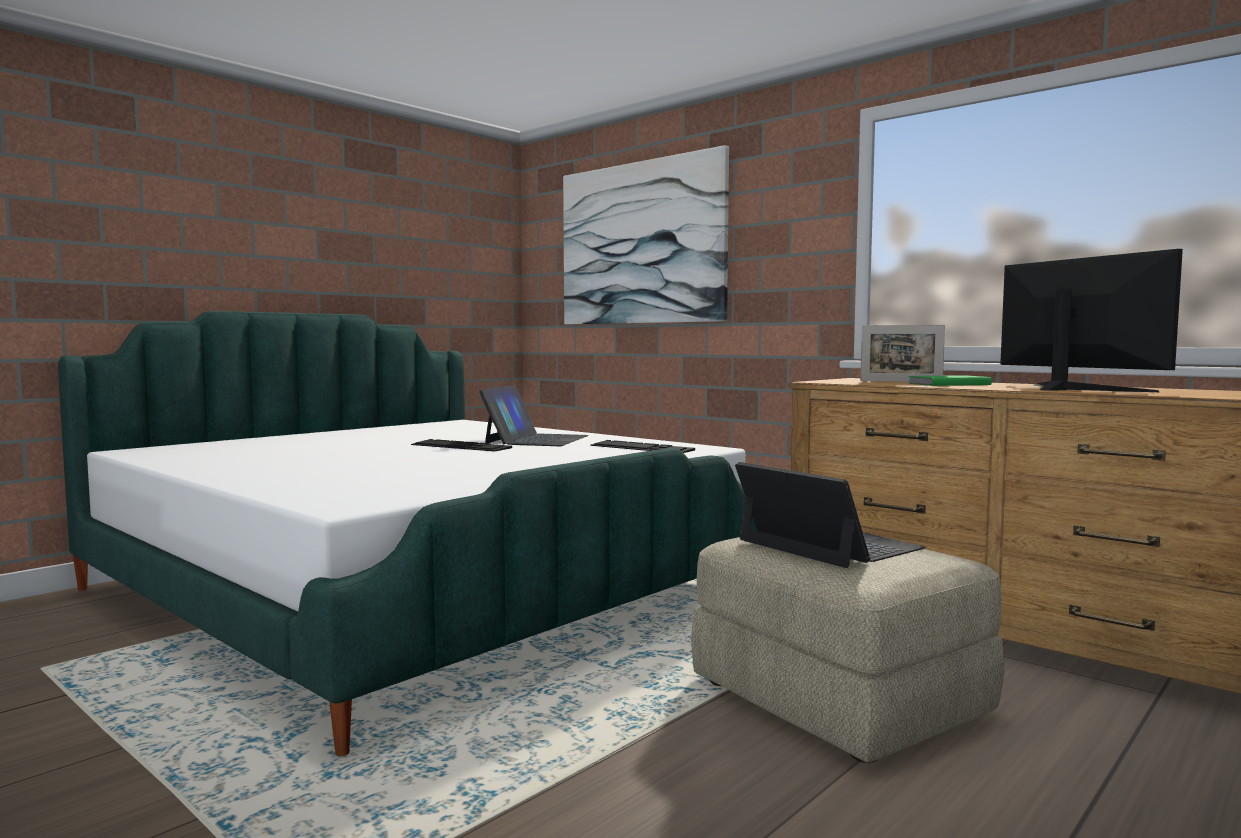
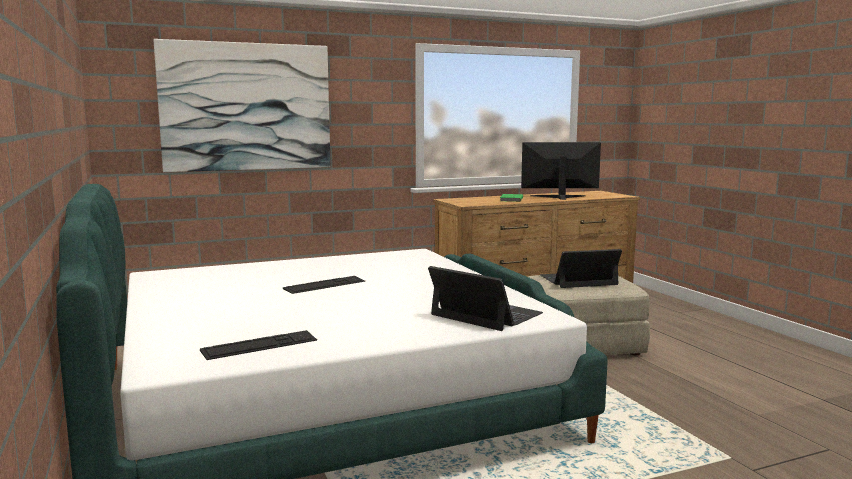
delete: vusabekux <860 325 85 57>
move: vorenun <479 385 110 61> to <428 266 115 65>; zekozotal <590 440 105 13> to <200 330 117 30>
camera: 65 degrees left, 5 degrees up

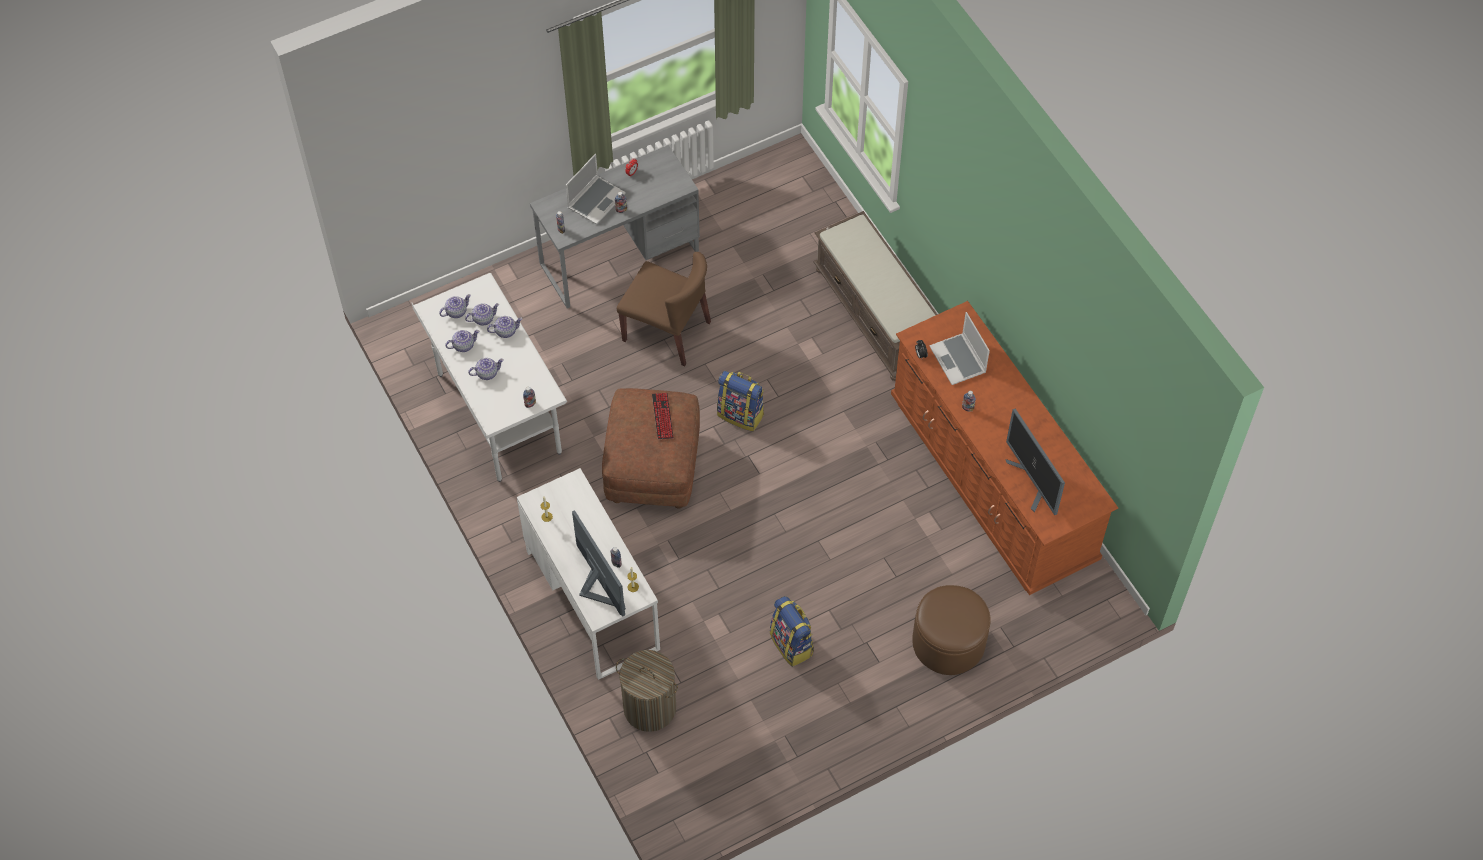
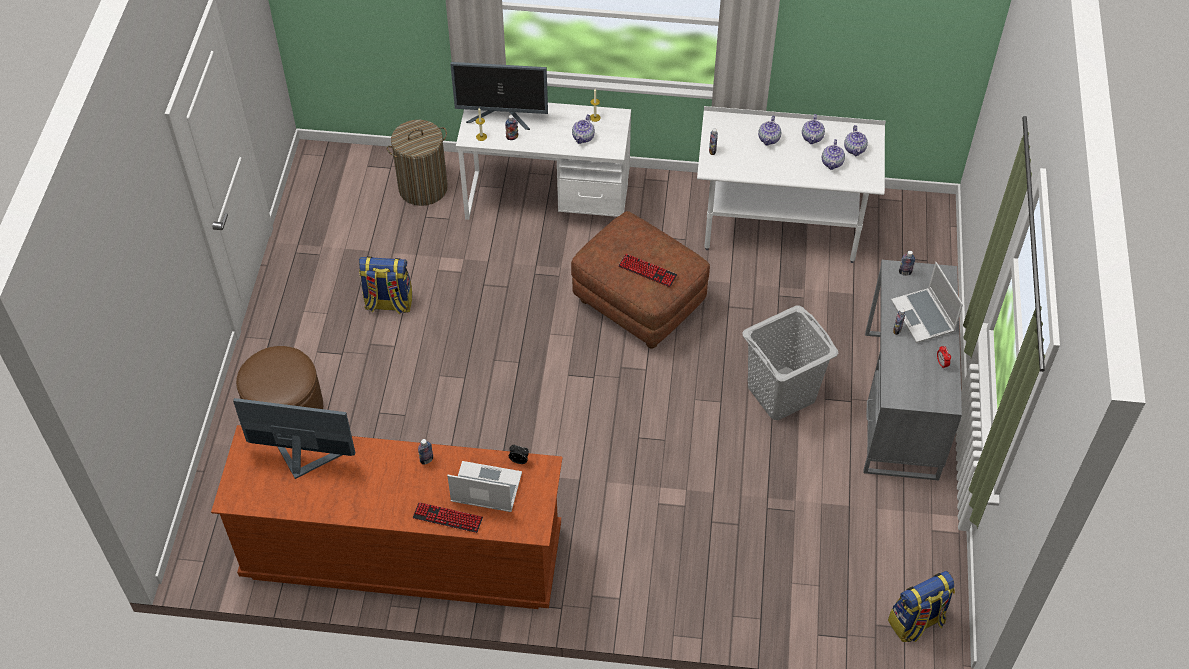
delete: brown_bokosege <813 211 125 170>
insert: zekozotal <412 502 71 31>
move: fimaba <487 316 35 22> to <572 114 23 30>; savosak <717 371 47 60> to <888 571 67 71>
replace: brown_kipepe <617 252 94 114> to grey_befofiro <742 306 97 114>
camera: 125 degrees right, 5 degrees down

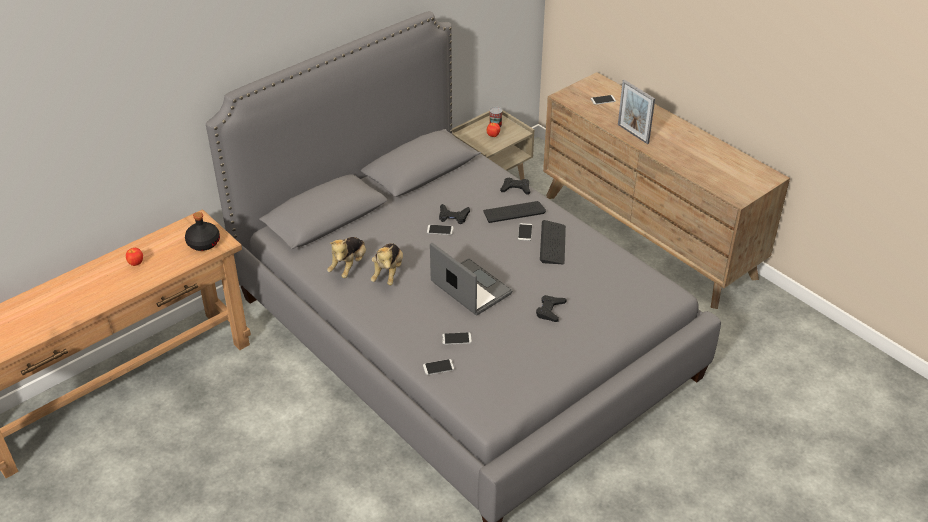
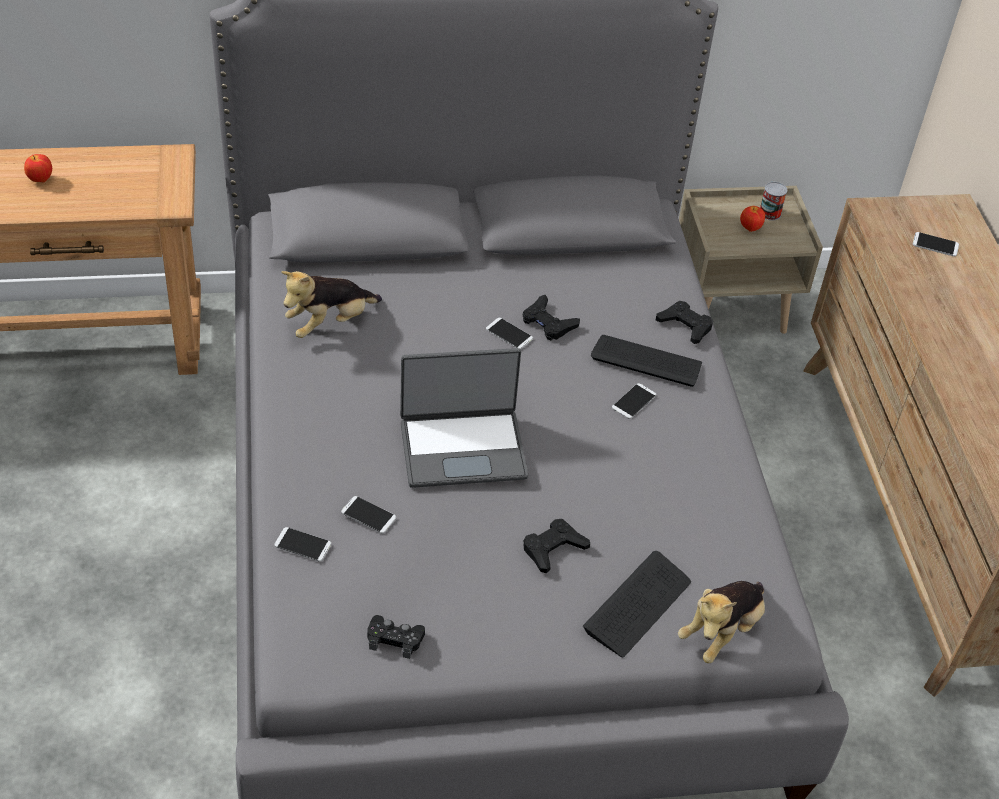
delete: vusabekux <618 80 37 64>; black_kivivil <185 212 35 39>
insert: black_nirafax <367 615 58 44>
move: zekozotal <540 220 26 44> to <583 551 108 106>; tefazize <371 243 32 42> to <678 581 87 82>
rotate: vorenun <430 243 82 73> = <400 348 128 140> 90 degrees clockwise
camera: 30 degrees right, 5 degrees up

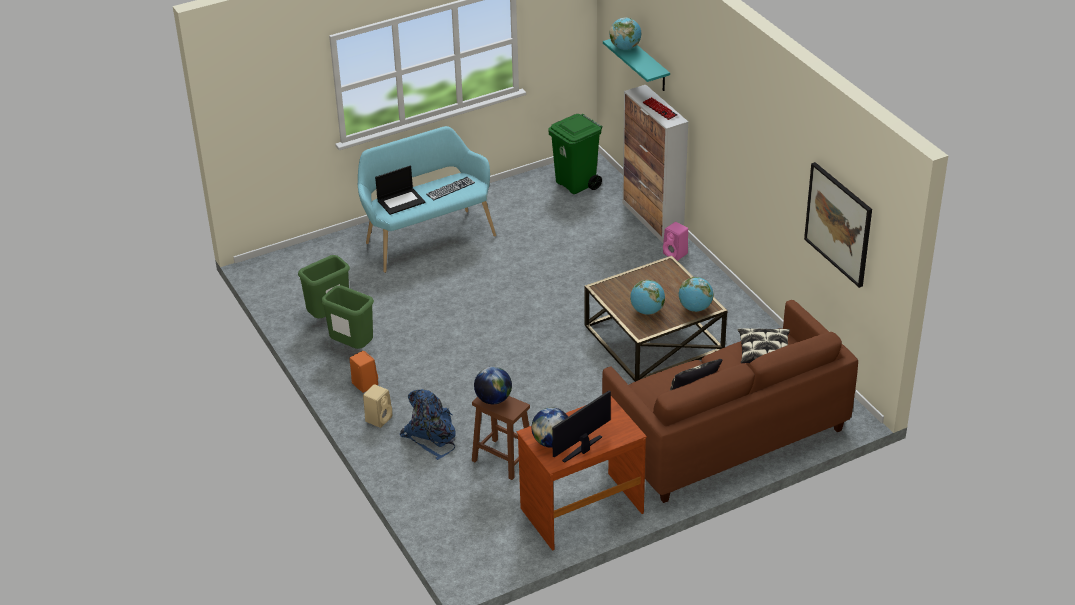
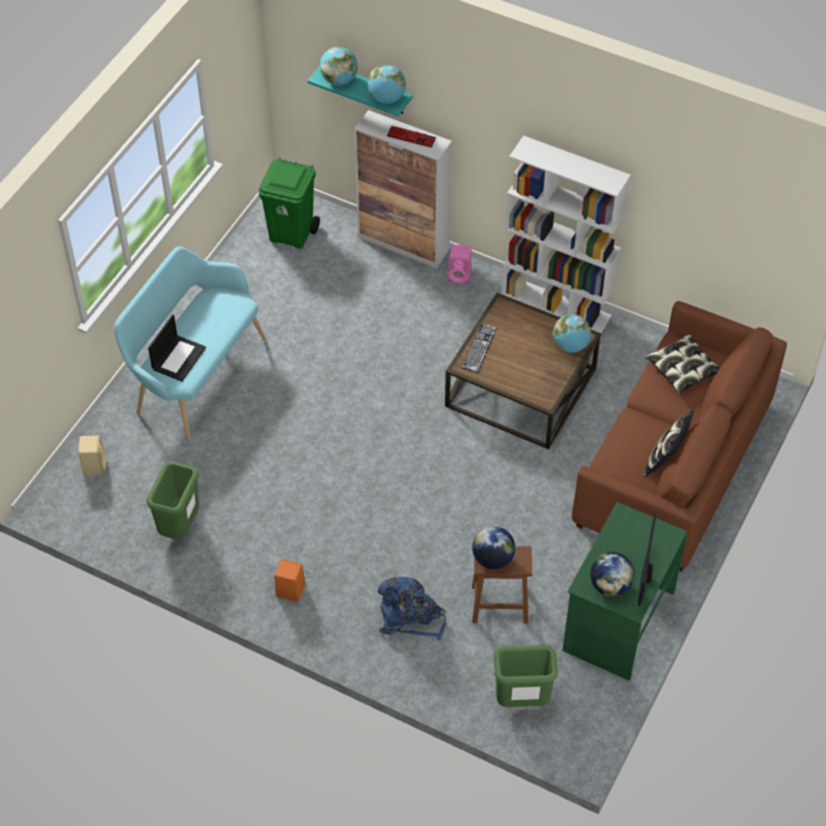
delete: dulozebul <804 162 68 126>
insert: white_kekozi <501 136 130 197>
move: zekozotal <426 177 49 23> to <462 324 35 48>; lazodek <630 280 35 35> to <367 65 39 39>; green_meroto <321 285 53 64> to <493 645 65 62>; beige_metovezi <363 384 29 44> to <78 436 28 40>
recolor: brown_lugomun <516 396 131 155> to green_lugomun <562 502 125 179>
camera: 35 degrees left, 15 degrees up

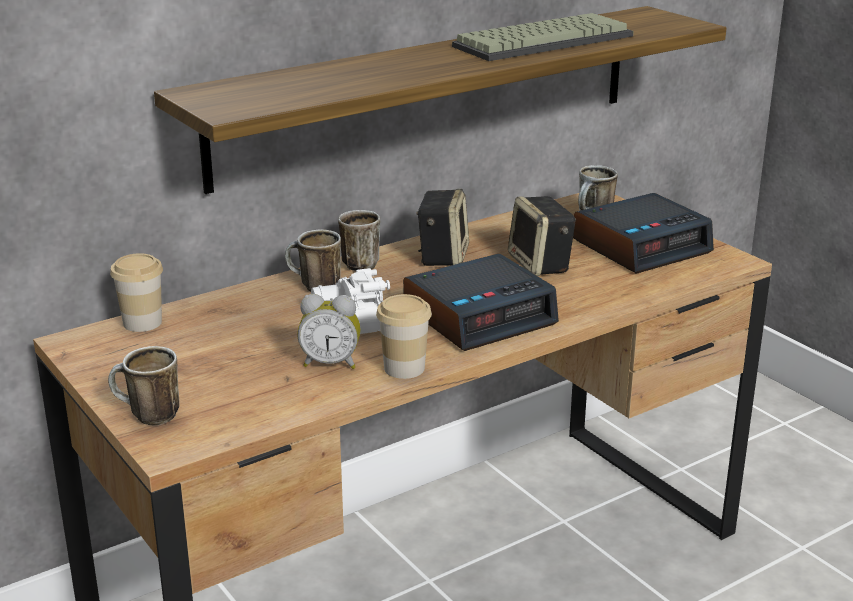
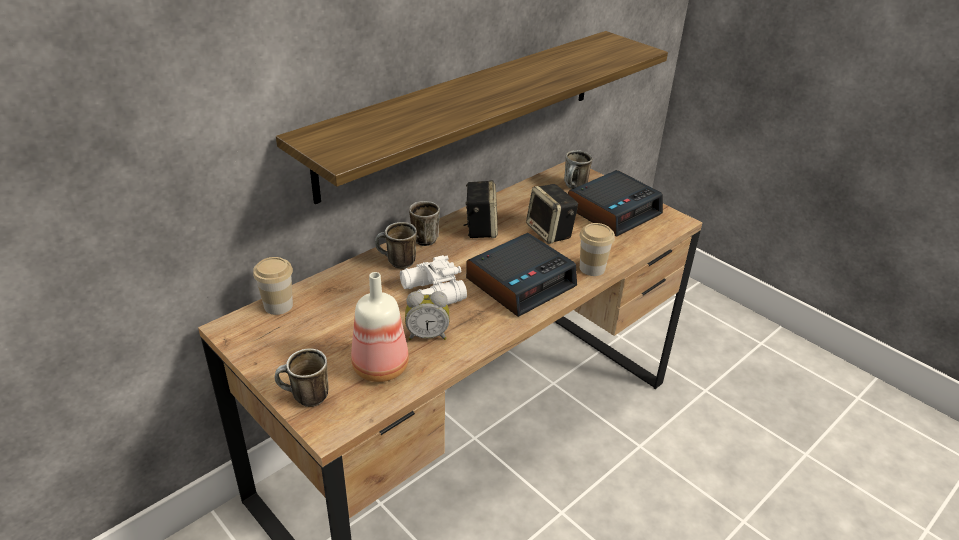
delete: zekozotal <452 13 182 48>
insert: kivivil <351 272 58 110>
move: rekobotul <376 294 56 85> to <579 223 36 53>
camera: 10 degrees left, 10 degrees up

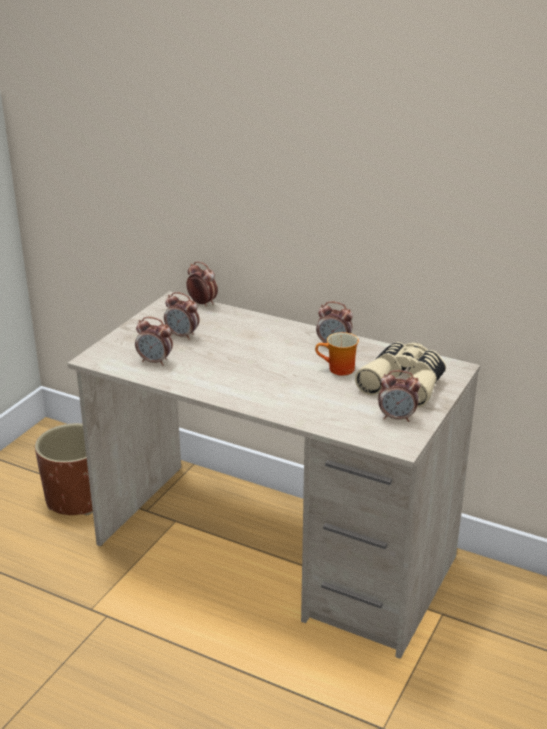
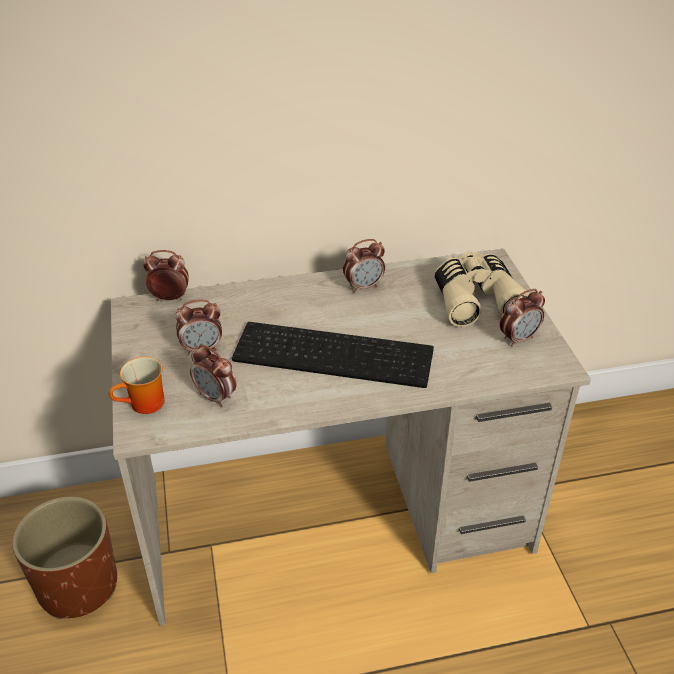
insert: zekozotal <232 322 202 66>
move: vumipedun <315 332 44 44> to <109 357 56 57>
rotate: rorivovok <135 317 38 49> = <190 344 46 63> 60 degrees clockwise
camera: 40 degrees left, 10 degrees up

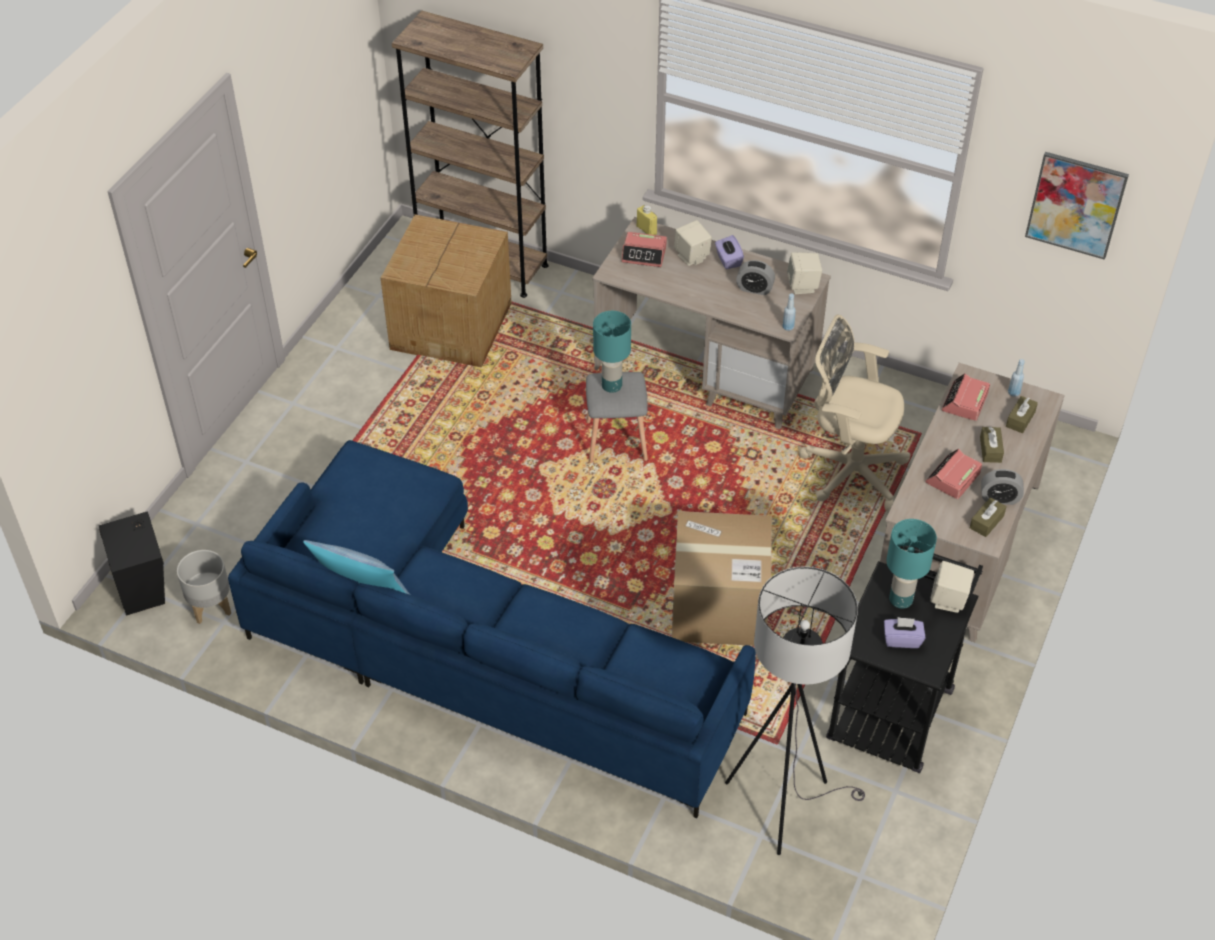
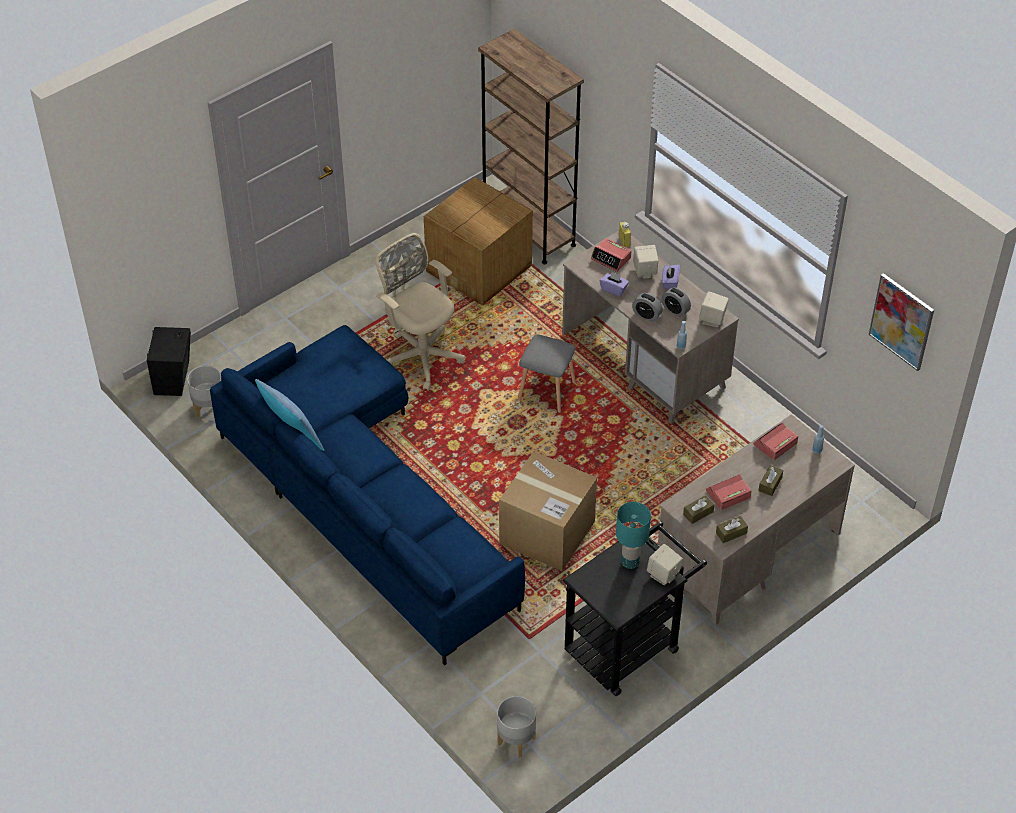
delete: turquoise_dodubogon <593 311 38 82>; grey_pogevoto <725 566 140 289>
insert: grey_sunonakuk <497 696 39 62>
move: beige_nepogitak <798 315 112 196> to <375 233 90 158>; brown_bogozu <1006 396 32 37> to <683 495 31 29>; rorivovok <981 469 43 36> to <632 293 31 29>; purple_bogozu <884 617 41 31> to <600 271 29 26>
camera: 25 degrees right, 0 degrees up

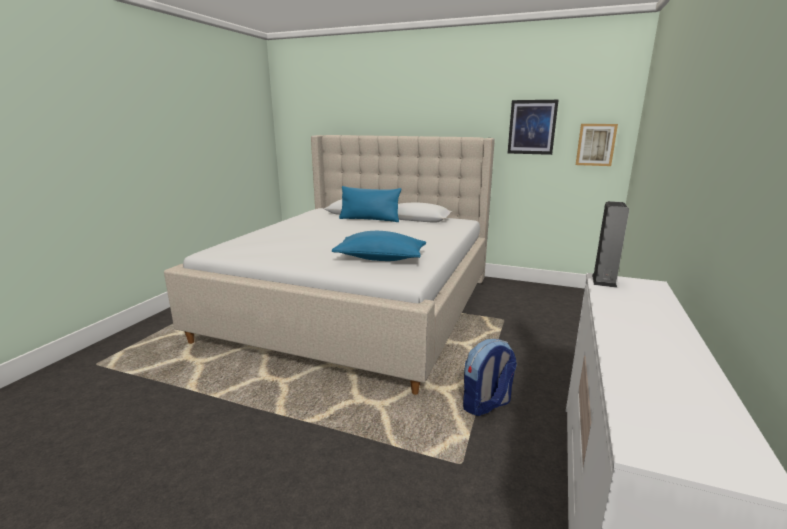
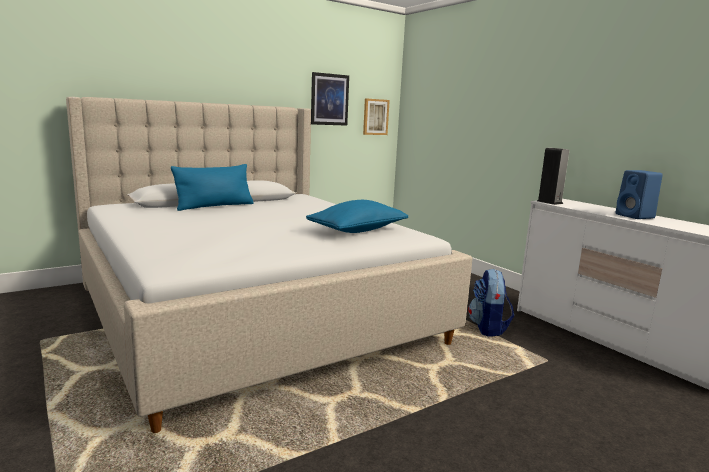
insert: blue_metovezi <616 170 47 49>
camera: 55 degrees left, 5 degrees down

